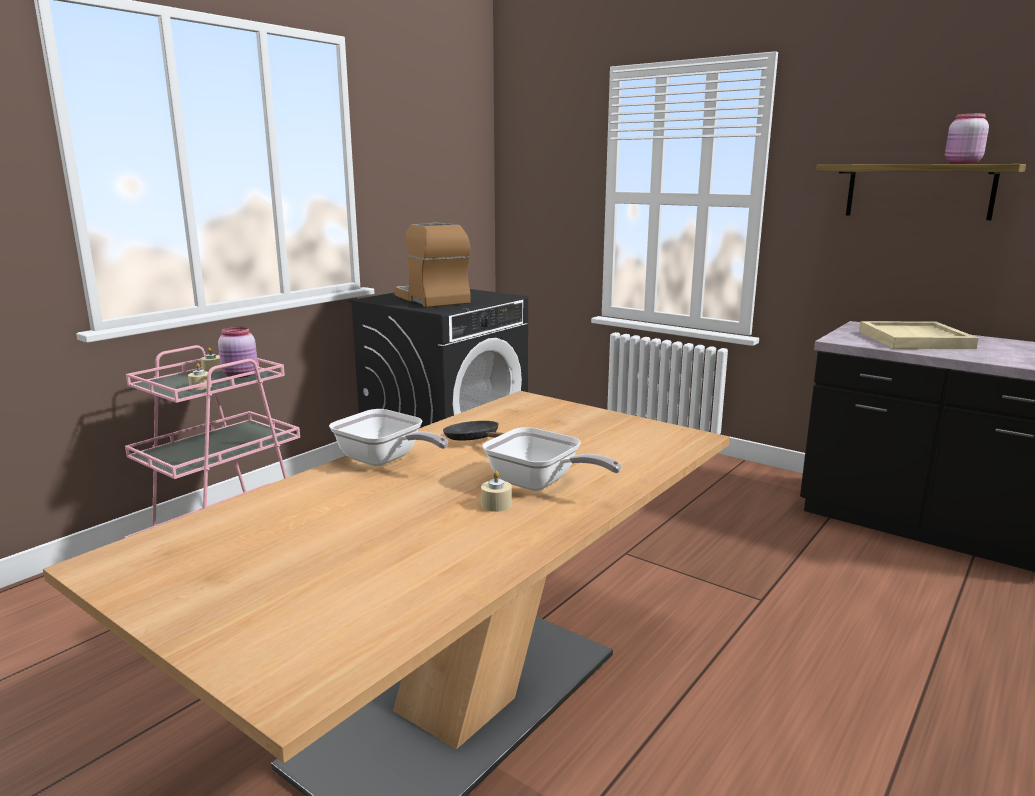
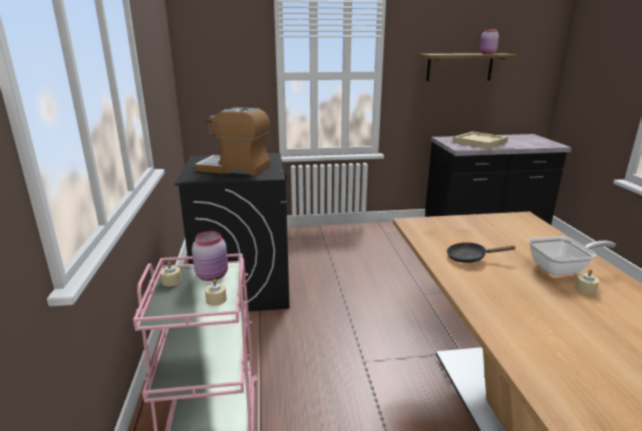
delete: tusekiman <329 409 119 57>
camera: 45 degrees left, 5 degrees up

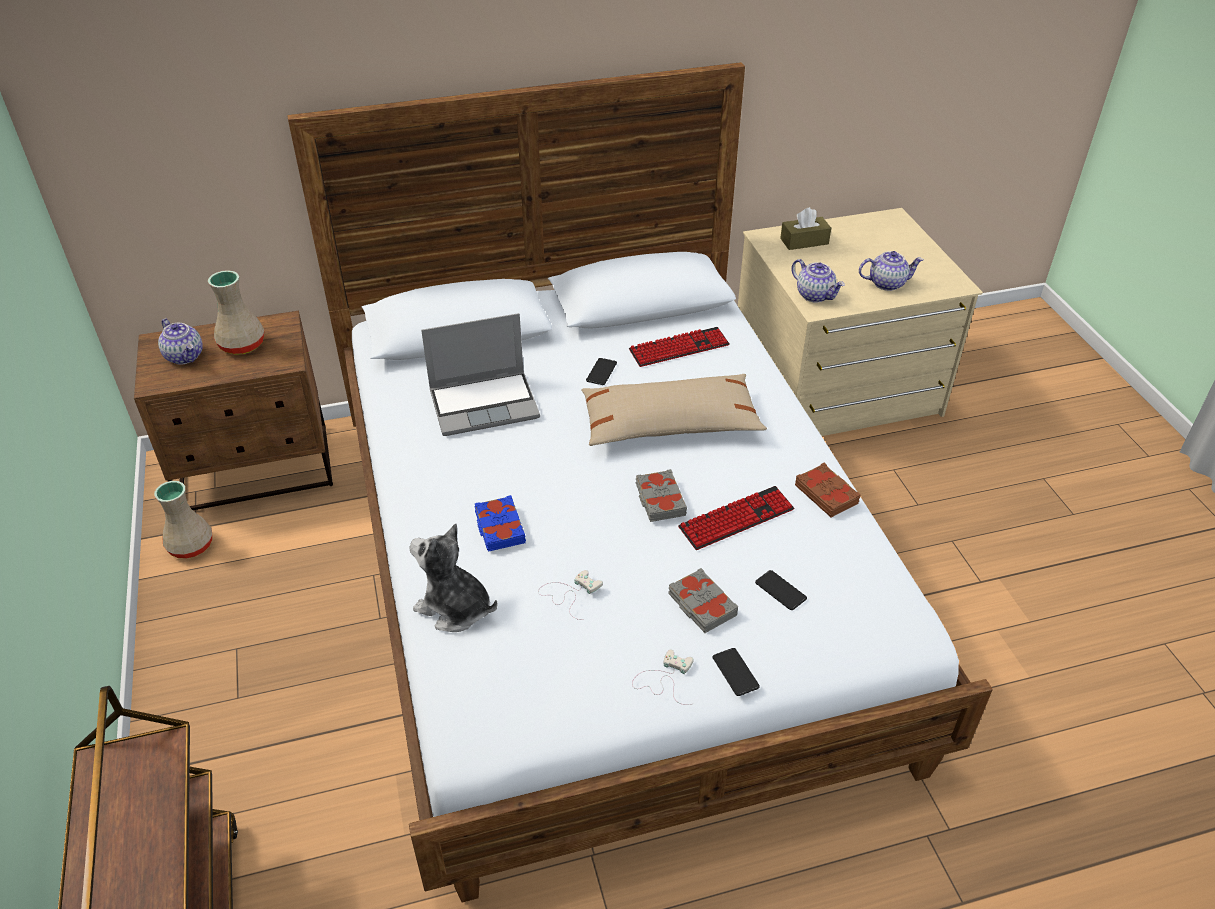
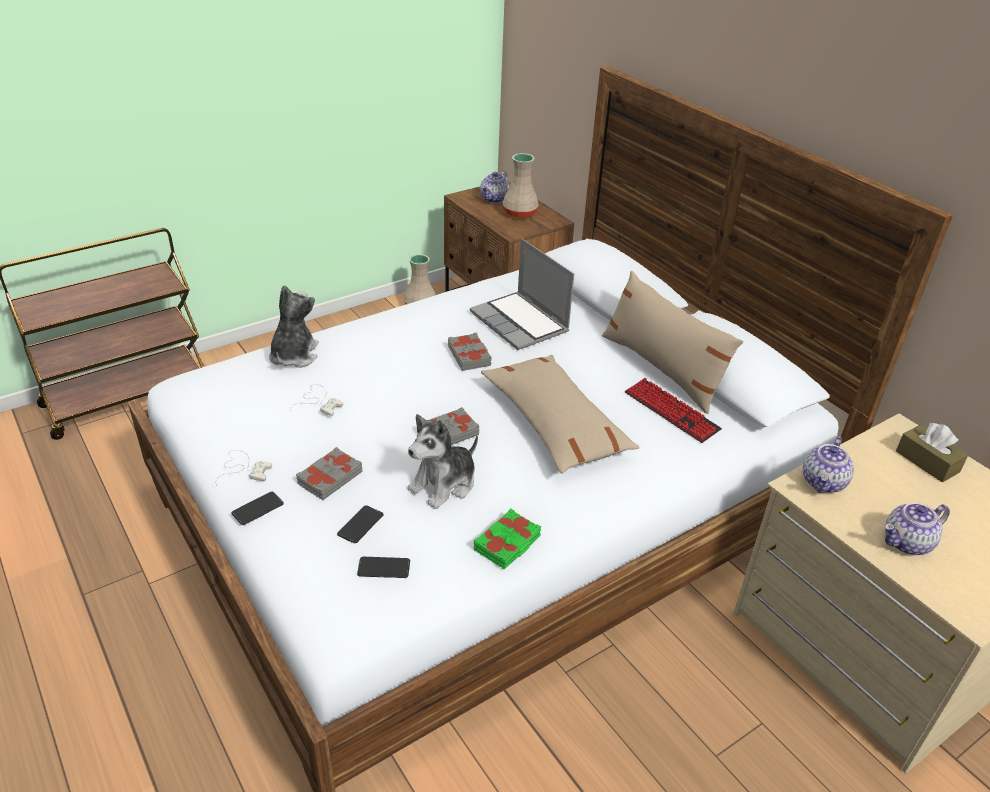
delete: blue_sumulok <474 495 52 57>
insert: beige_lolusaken <602 271 142 143>; grey_sumulok <448 332 44 39>
move: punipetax <586 358 31 27> to <357 557 53 21>
replace: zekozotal <678 486 116 64> to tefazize <408 414 70 95>
recolor: brown_sumulok <795 463 66 54> to green_sumulok <474 509 68 61>
rotate: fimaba <859 251 65 40> = <884 502 66 53> 90 degrees clockwise
camera: 70 degrees right, 5 degrees down

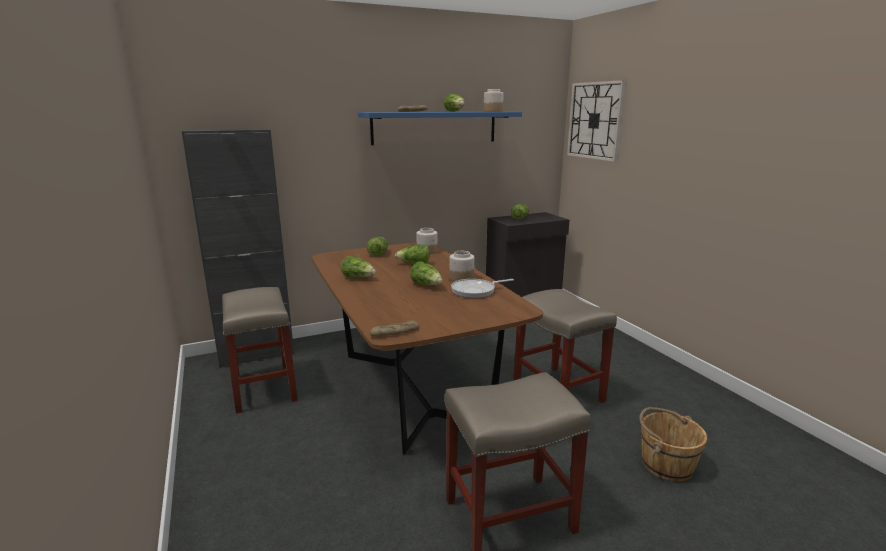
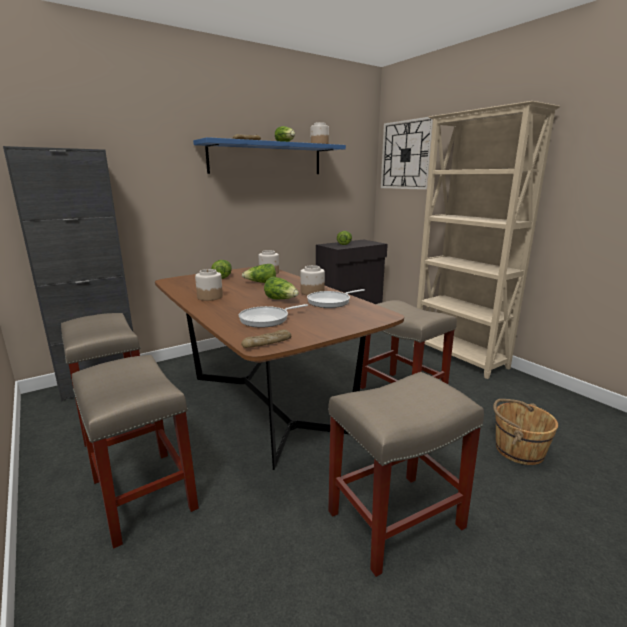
insert: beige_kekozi <413 101 147 278>; tusekiman <239 304 69 23>; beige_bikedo <72 355 127 194>
replace: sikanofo <341 256 35 22> to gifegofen <195 269 28 32>
camera: 10 degrees left, 0 degrees up

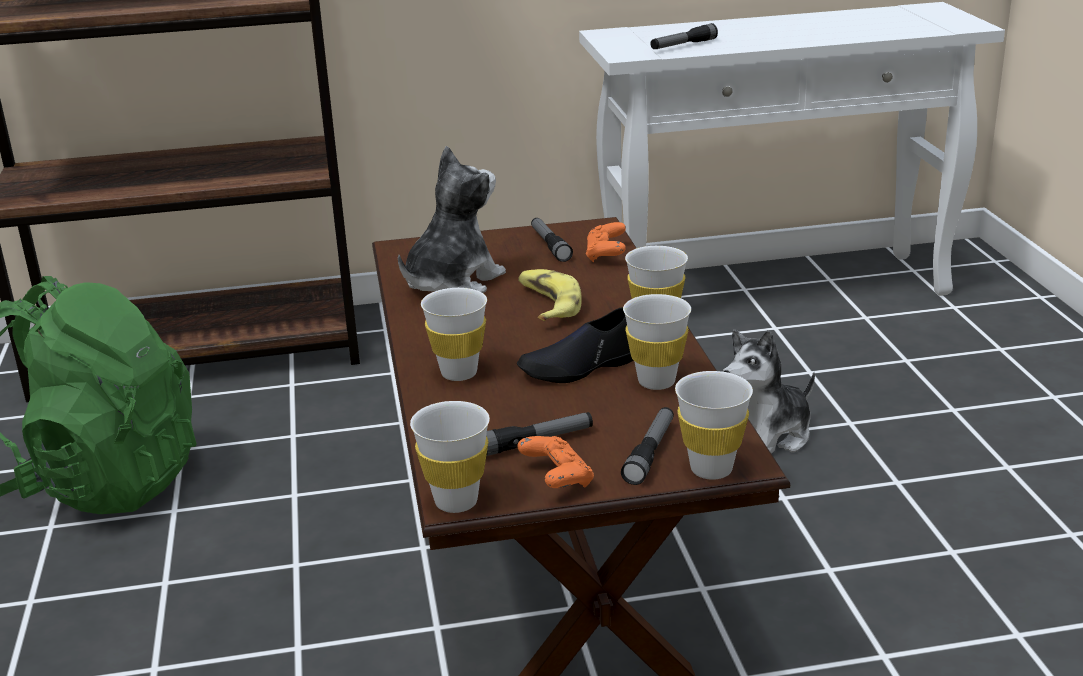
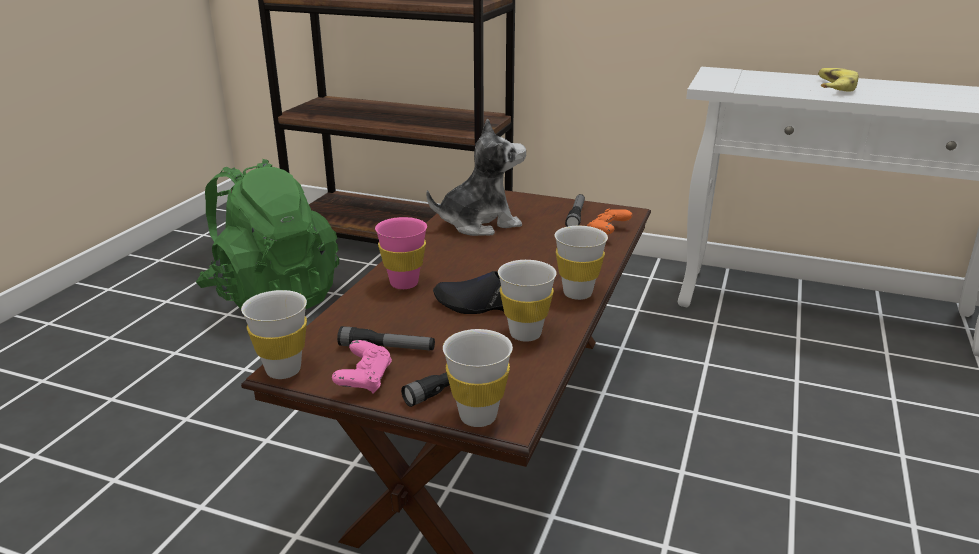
delete: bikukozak <650 23 68 26>; tefazize <723 330 92 124>
move: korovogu <518 269 64 52> to <818 68 41 24>
recolor: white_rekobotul <421 288 66 93> to pink_rekobotul <375 217 52 72>; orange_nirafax <517 436 77 52> to pink_nirafax <332 340 60 54>
camera: 30 degrees right, 0 degrees up

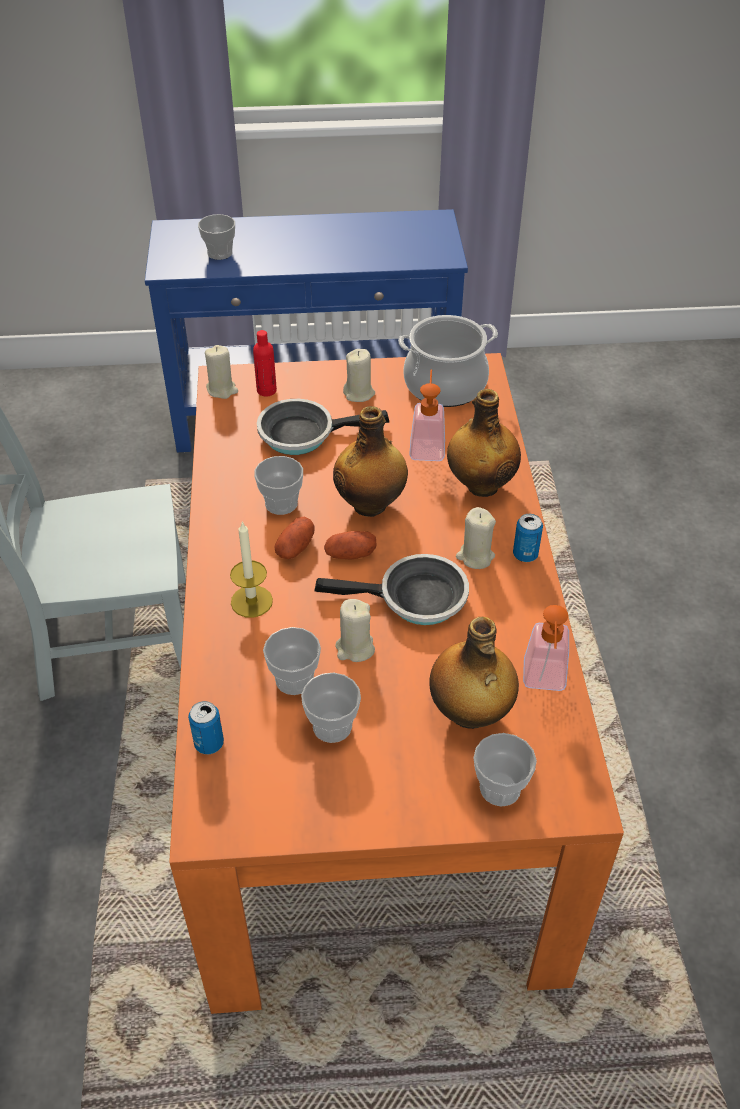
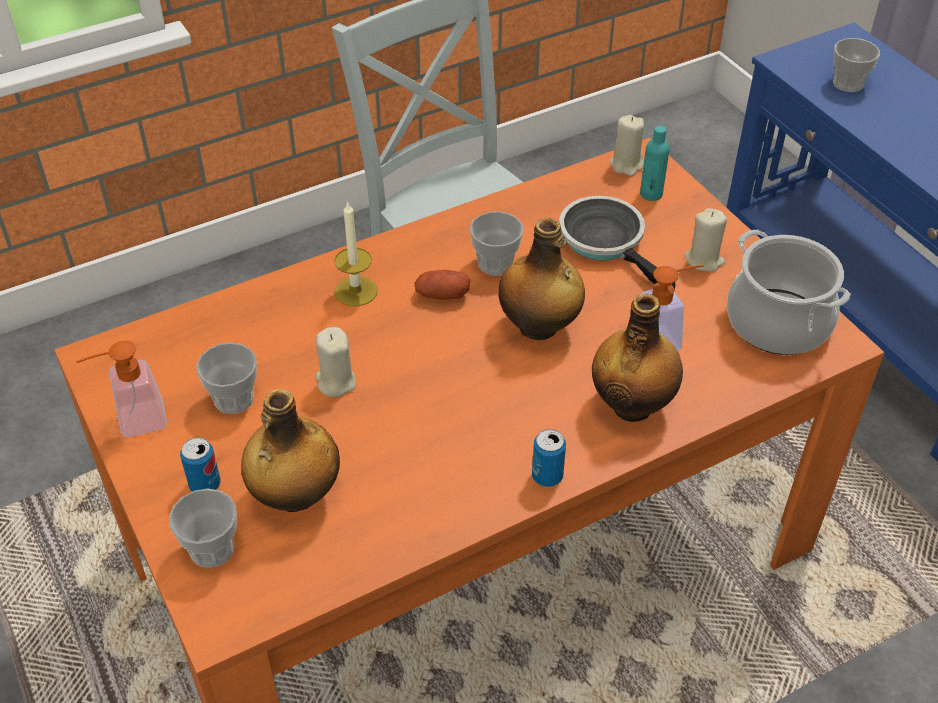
delete: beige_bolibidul <456 507 40 62>; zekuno <324 531 52 29>; tusekiman <314 554 155 71>; rekobotul <263 627 58 68>
move: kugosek <523 605 46 86> to <76 341 91 96>; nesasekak <188 701 36 53> to <180 437 40 55>
recolor: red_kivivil <253 330 24 67> to turquoise_kivivil <640 126 29 75>
camera: 65 degrees right, 0 degrees up

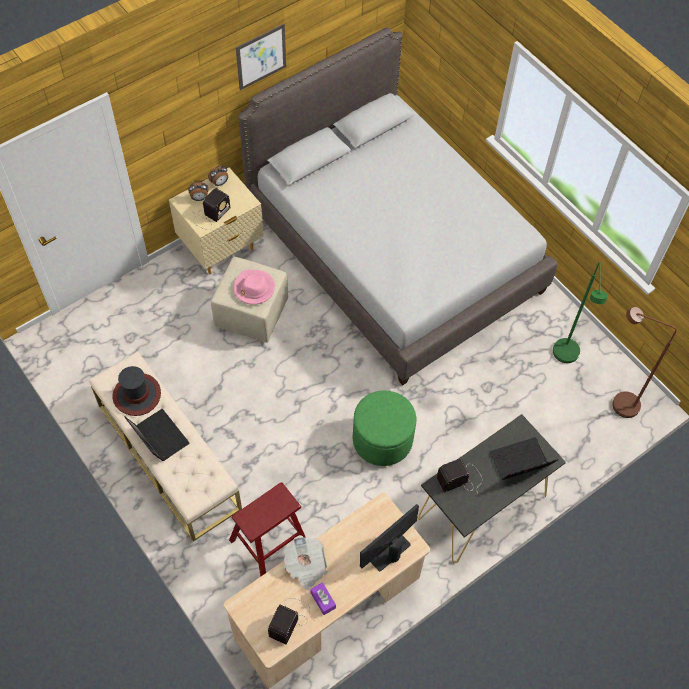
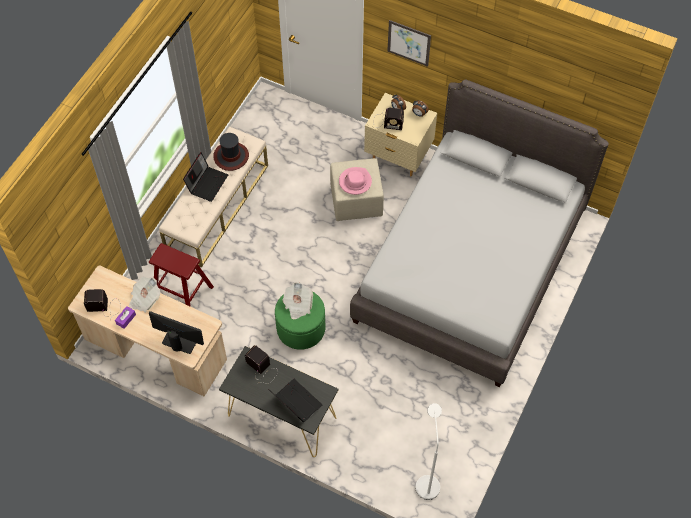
delete: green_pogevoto <553 262 54 101>
insert: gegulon <282 282 31 37>
move: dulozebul <236 24 50 66> to <387 20 44 47>
recolor: brown_pogevoto <612 307 65 111> to white_pogevoto <416 403 26 97>
camera: 65 degrees right, 0 degrees up

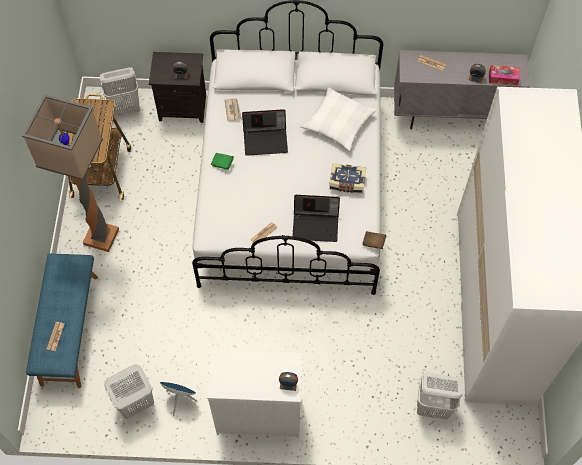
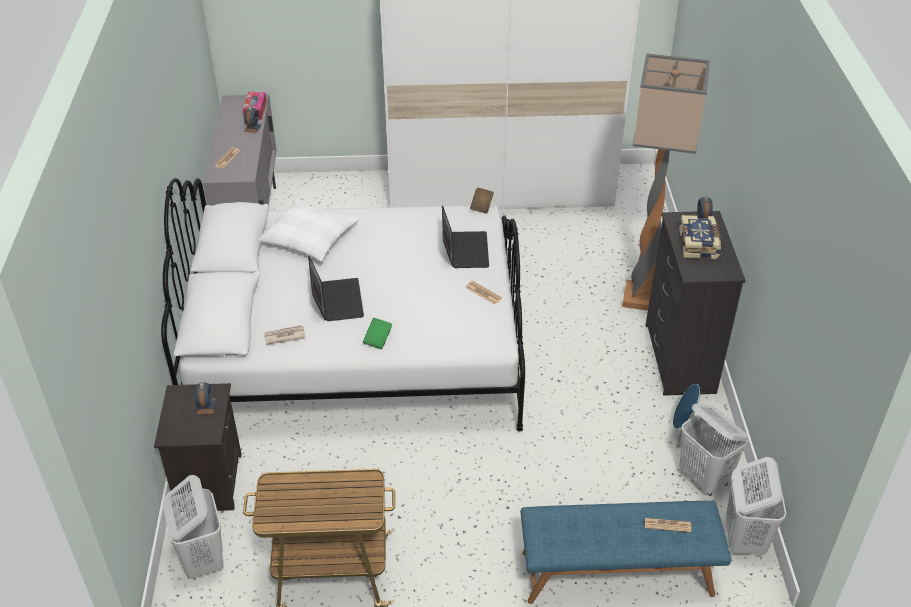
move: pogevoto <22 94 97 158> to <622 53 88 258>; sumulok <329 163 37 30> to <679 215 42 44>; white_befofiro <417 373 45 47> to <726 457 60 98>
recolor: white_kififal <207 350 96 89> to black_kififal <646 211 100 185>
camera: 95 degrees left, 20 degrees down

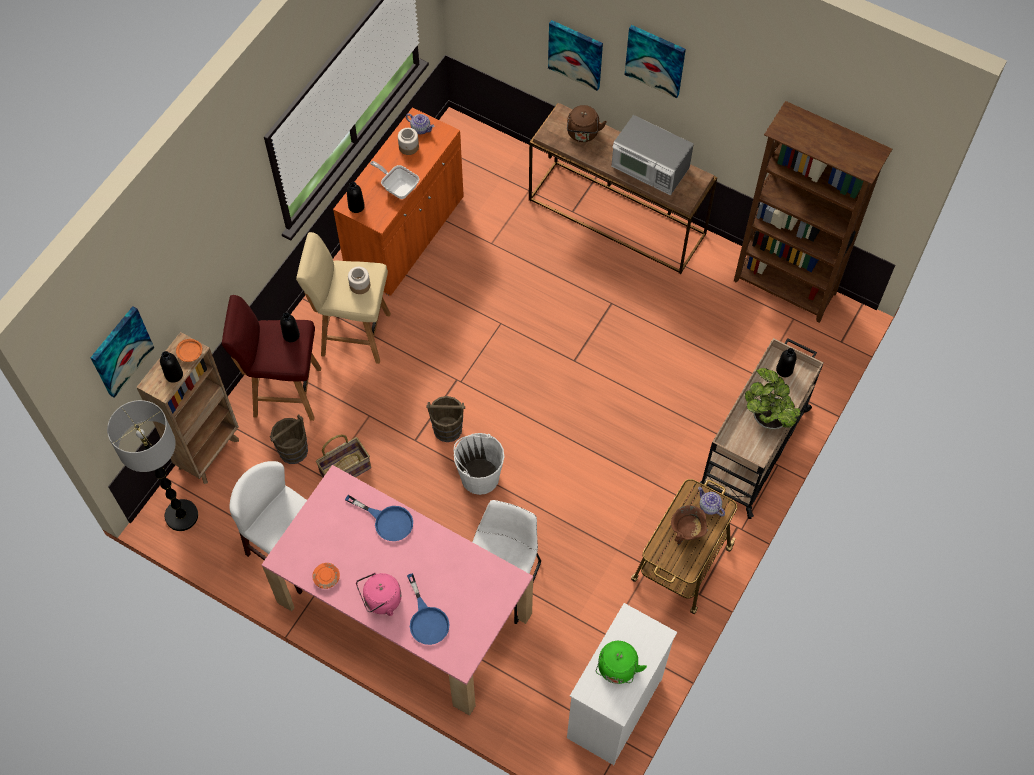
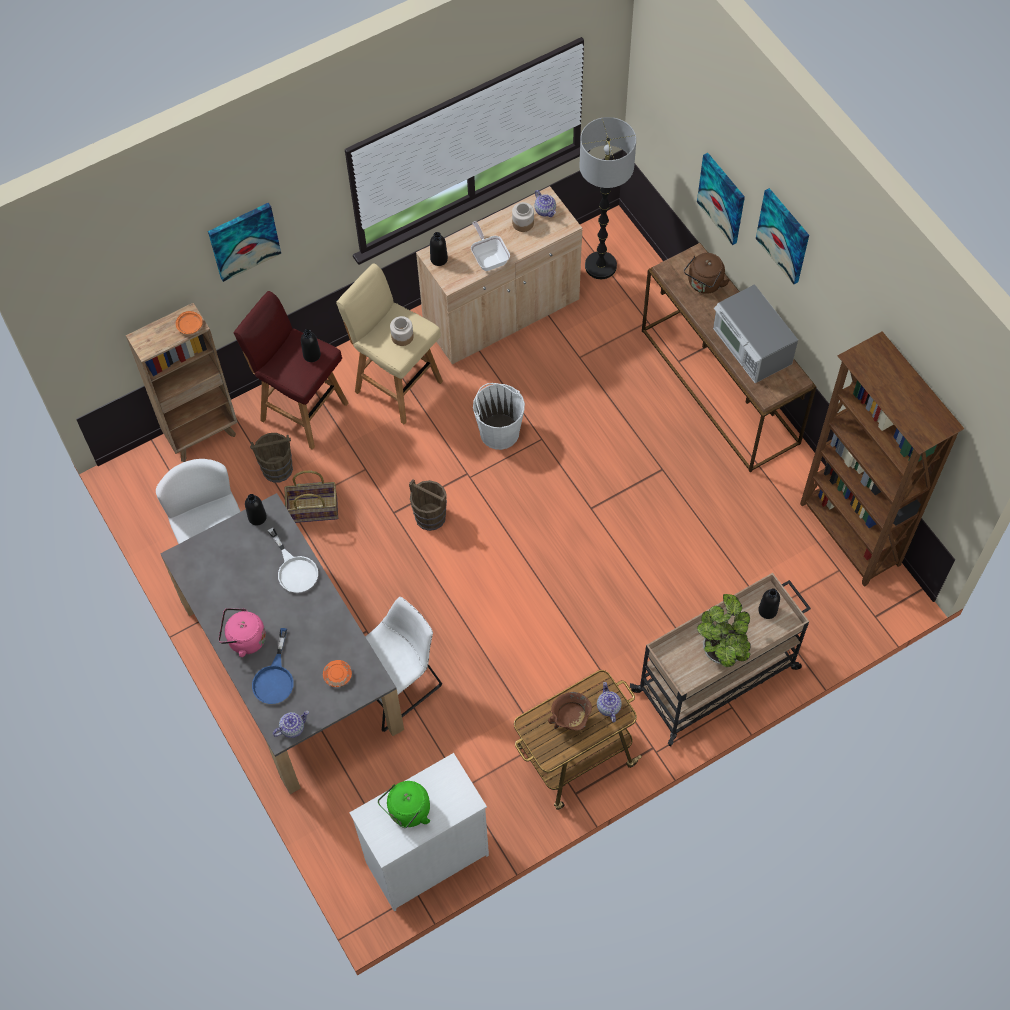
insert: fimaba <273 711 36 27>
move: dulozebul <90 306 64 92> to <208 203 73 79>; black_kivivil <160 351 23 32> to <245 494 22 31>; pogevoto <107 400 91 131> to <579 117 57 162>; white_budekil <454 433 50 62> to <473 383 52 67>; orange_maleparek <312 563 28 26> to <323 660 29 27>
recolor: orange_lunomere <333 107 131 189> to beige_lunomere <416 186 166 178>; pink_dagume <262 465 271 251> to grey_dagume <160 493 244 301>; blue_tusekiman <345 495 68 46> to white_tusekiman <268 527 50 66>
camera: 30 degrees right, 0 degrees up

